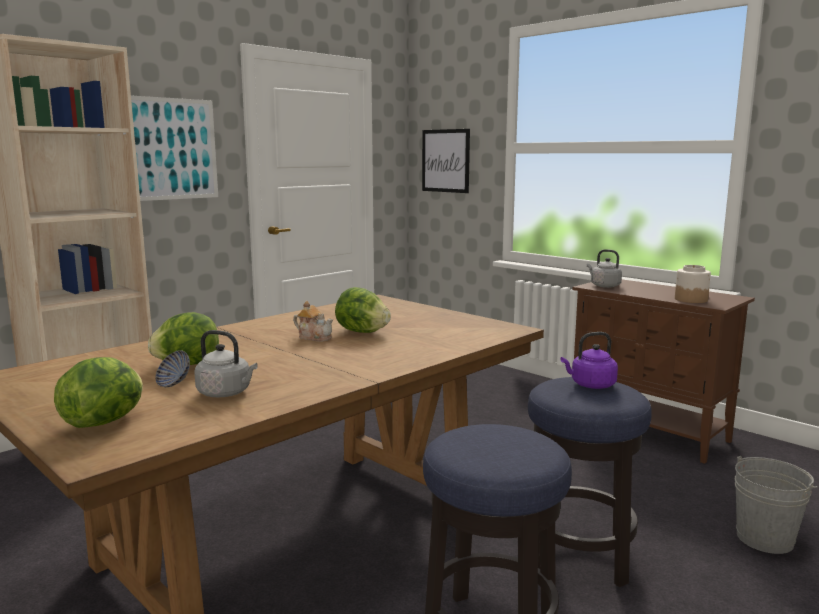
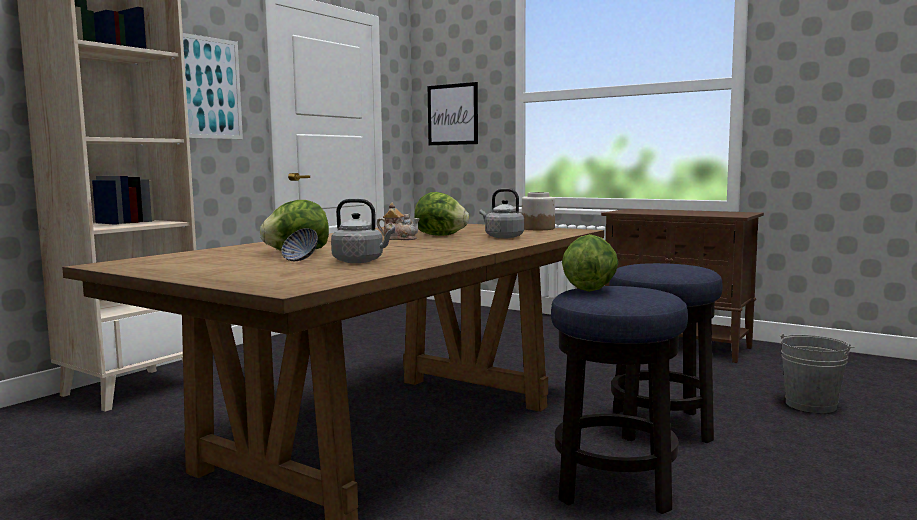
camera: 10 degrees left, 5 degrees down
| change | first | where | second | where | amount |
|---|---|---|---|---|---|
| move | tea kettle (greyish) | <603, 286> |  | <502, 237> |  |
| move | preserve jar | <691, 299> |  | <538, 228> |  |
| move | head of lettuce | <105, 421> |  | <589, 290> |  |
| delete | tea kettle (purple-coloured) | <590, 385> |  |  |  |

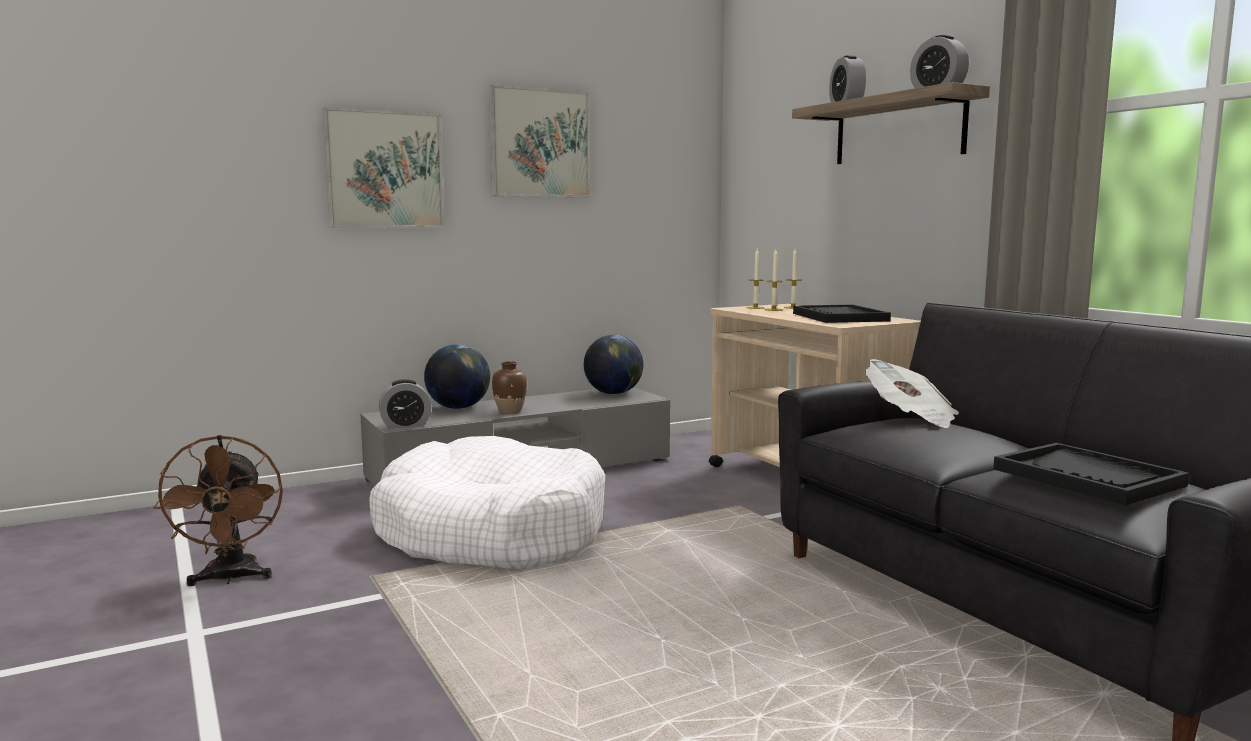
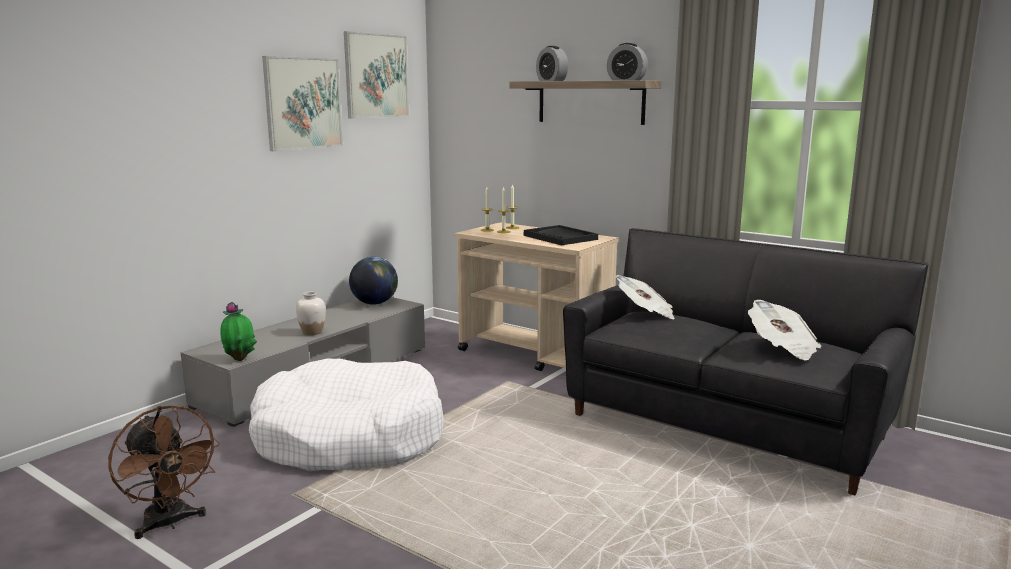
camera: 25 degrees left, 5 degrees up
| change | first | where | second | where | amount |
|---|---|---|---|---|---|
| replace | alarm clock | <405, 425> | plant in a pot | <240, 359> |  |
| recolor | flower vase (brown-coloured) | <510, 411> | flower vase (whitish) | <312, 332> |  |
| move | wall art | <385, 170> |  | <376, 76> |  |
| replace | tray (blackish) | <1087, 477> | printed paper | <782, 348> |  |
| delete | world globe | <458, 408> |  |  |  |

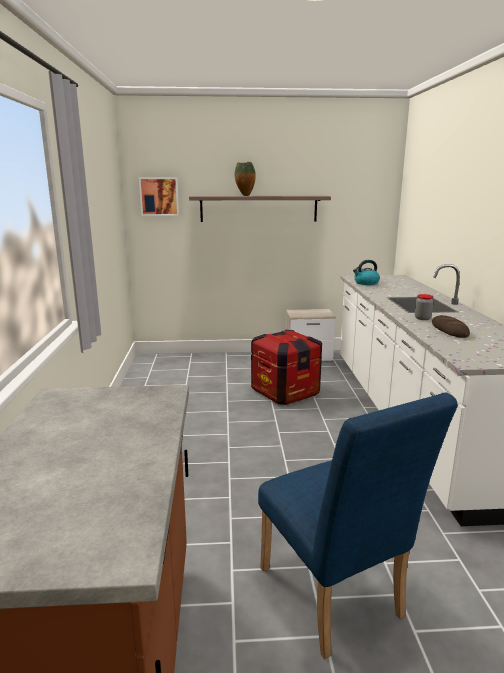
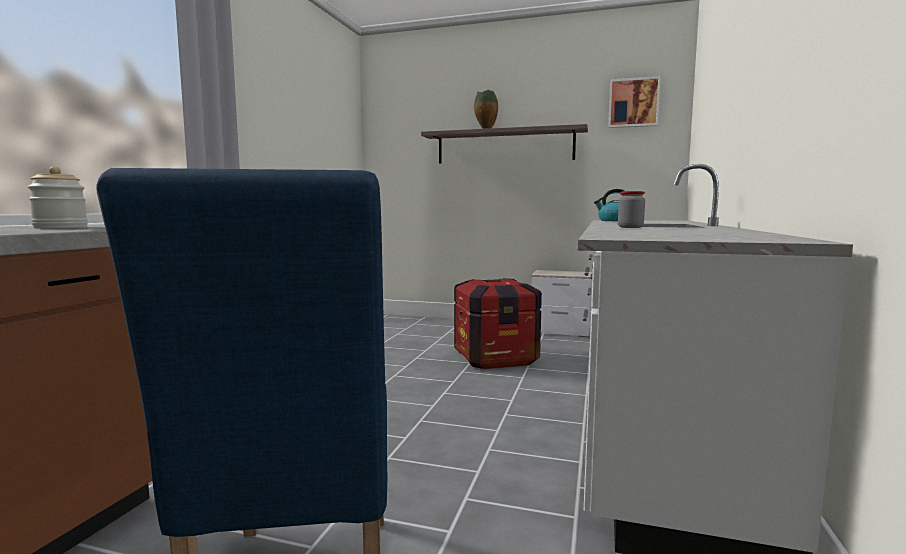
camera: 20 degrees right, 10 degrees down
| change | first | where | second | where | amount |
|---|---|---|---|---|---|
| insert |  |  | preserve jar | <61, 228> |  |
| move | wall art | <159, 196> |  | <633, 103> |  |
| delete | bread | <449, 330> |  |  |  |

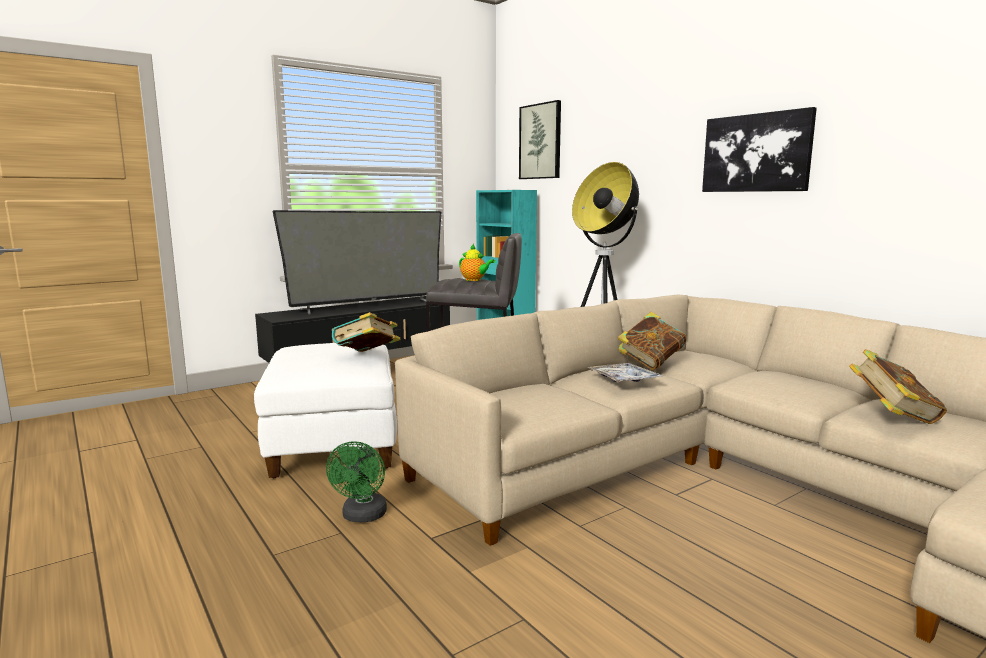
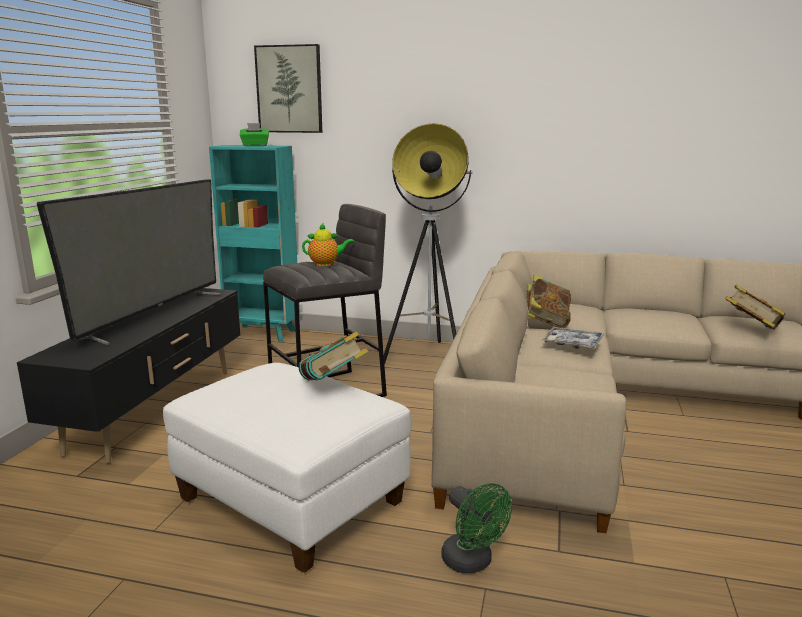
camera: 40 degrees left, 5 degrees up
| change | first | where | second | where | amount |
|---|---|---|---|---|---|
| insert |  |  | box of tissues (greenish) | <255, 146> |  |
| delete | wall art | <756, 153> |  |  |  |

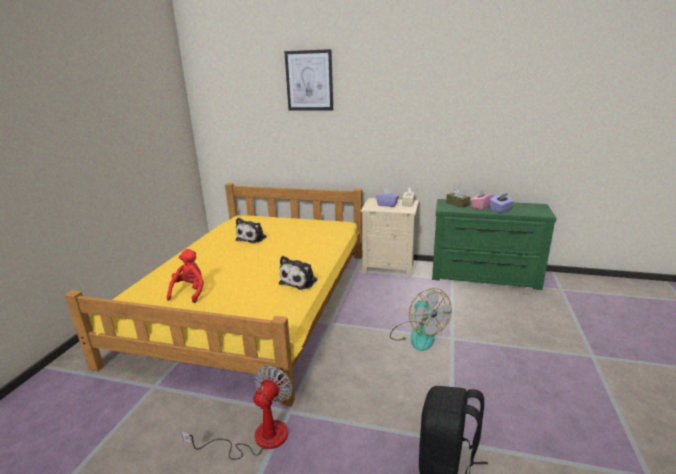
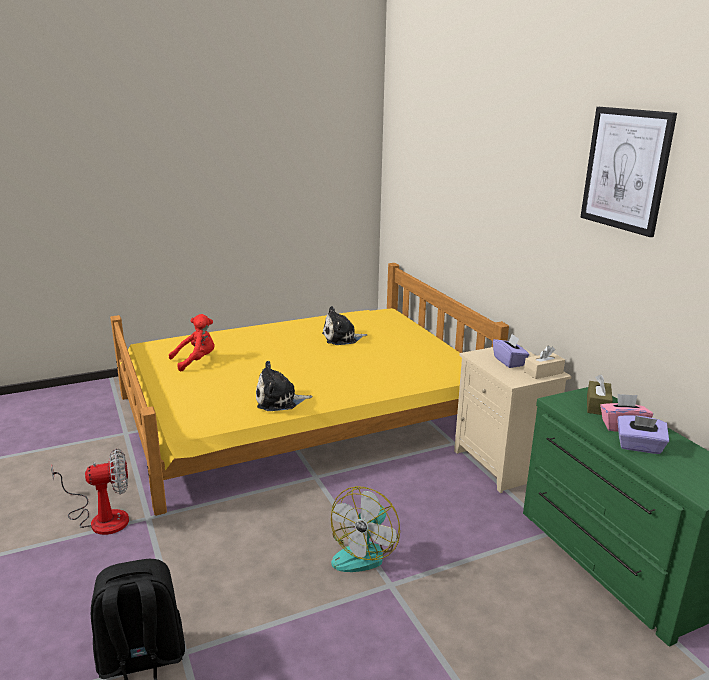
camera: 50 degrees right, 0 degrees up
| change | first | where | second | where | amount |
|---|---|---|---|---|---|
| move | wall art | <309, 81> |  | <626, 169> |  |

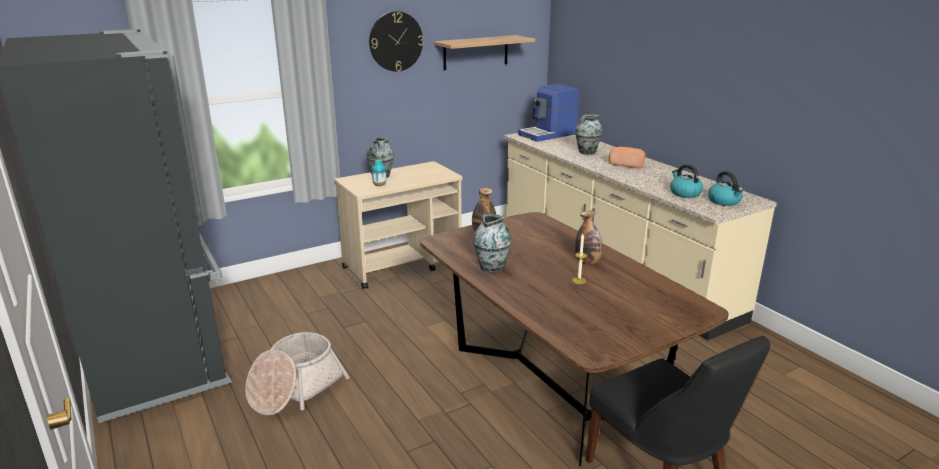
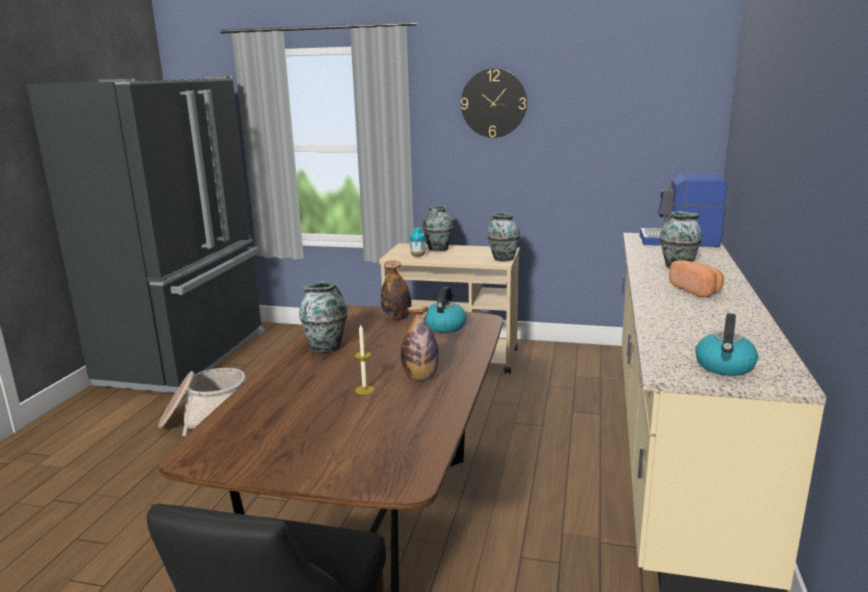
camera: 45 degrees right, 5 degrees down
| change | first | where | second | where | amount |
|---|---|---|---|---|---|
| move | tea kettle | <684, 193> |  | <445, 326> |  |
| insert |  |  | flower vase | <503, 258> |  |
| delete | shelf | <476, 52> |  |  |  |

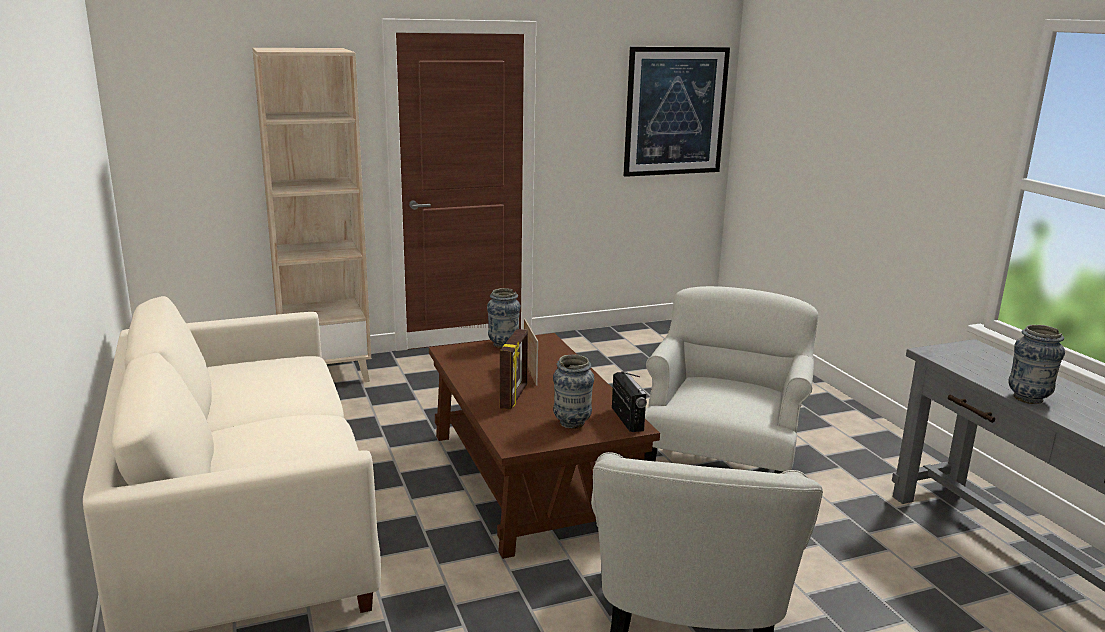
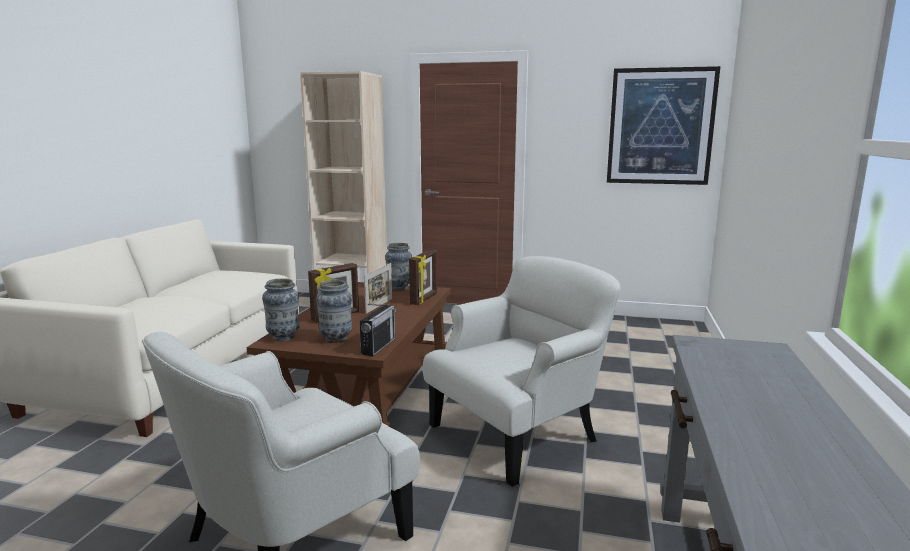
camera: 35 degrees right, 5 degrees down
| change | first | where | second | where | amount |
|---|---|---|---|---|---|
| move | flower vase | <1028, 398> |  | <283, 337> |  |
| insert |  |  | photo frame | <424, 299> |  |

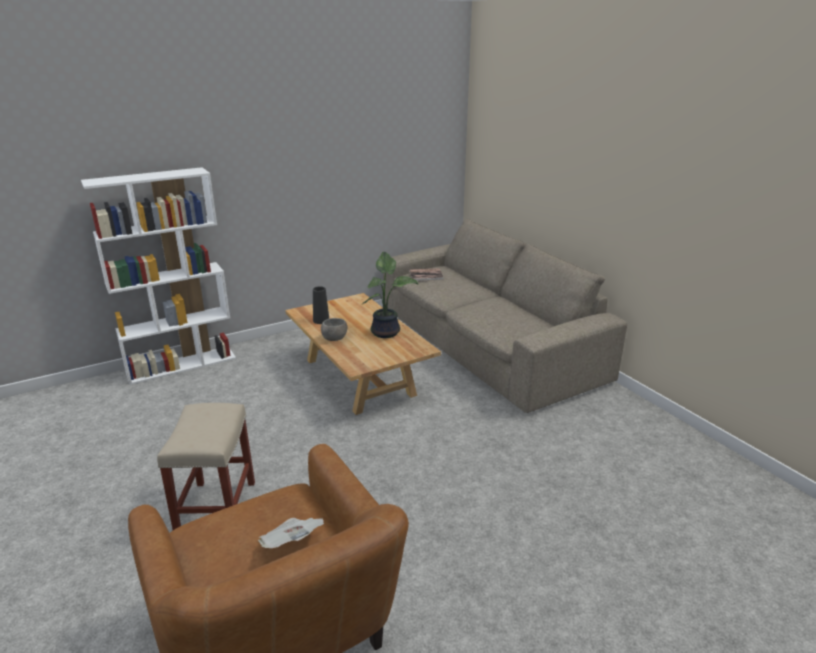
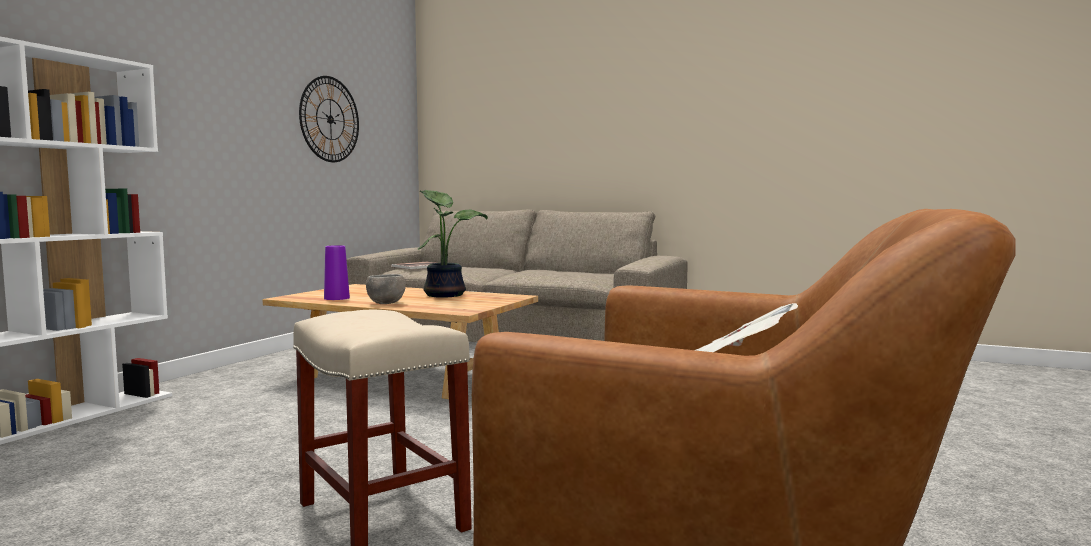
camera: 35 degrees left, 20 degrees down
| change | first | where | second | where | amount |
|---|---|---|---|---|---|
| insert |  |  | clock on the wall | <330, 119> |  |
| recolor | flower vase (blackish) | <321, 320> | flower vase (purple-coloured) | <336, 298> |  |

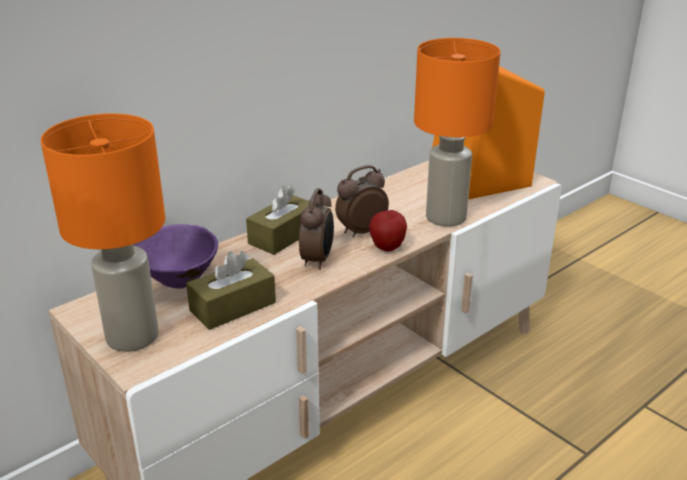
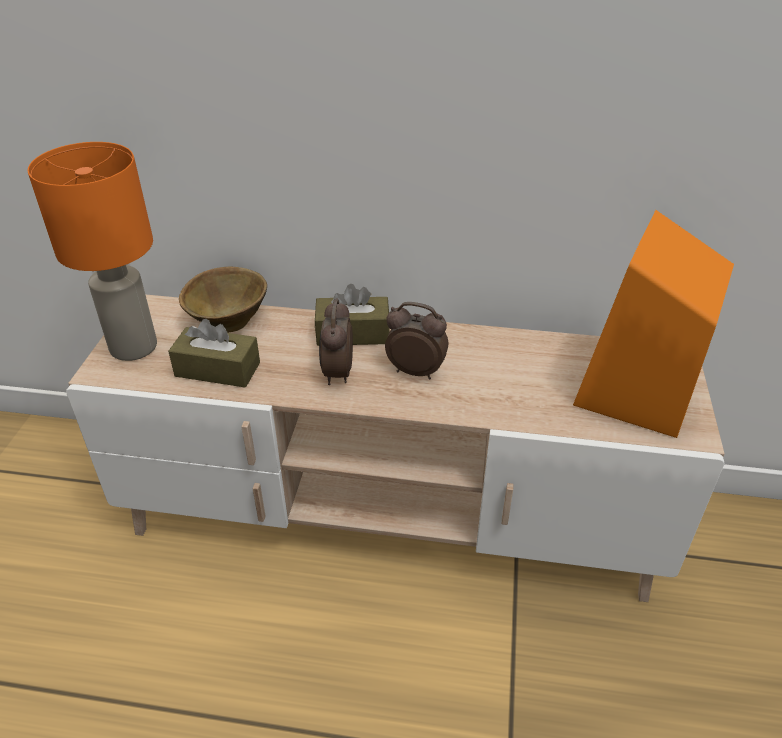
camera: 50 degrees right, 10 degrees up
| change | first | where | second | where | amount |
|---|---|---|---|---|---|
| recolor | deep dish (purple-coloured) | <177, 278> | deep dish (brown-coloured) | <229, 320> |  |
| rotate | alarm clock | <318, 260> |  | <337, 373> | 120 degrees clockwise |
| delete | whole apple | <387, 248> |  |  |  |
| delete | lamp for a table (orange) | <446, 218> |  |  |  |

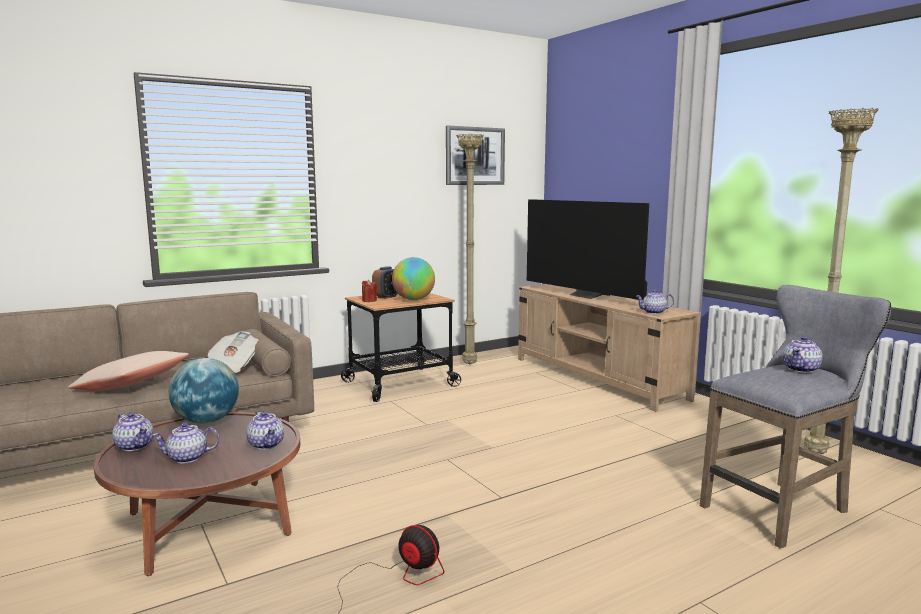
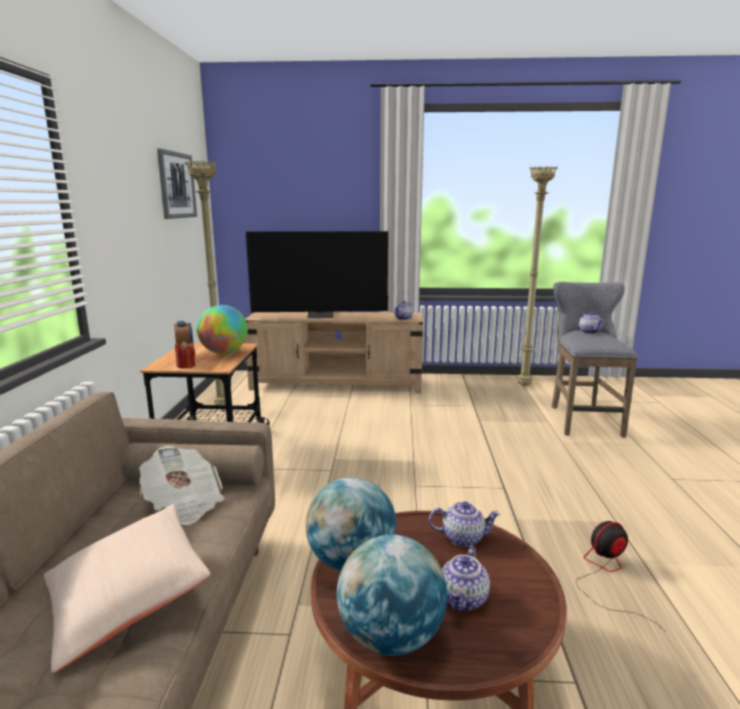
camera: 55 degrees left, 5 degrees up
| change | first | where | second | where | amount |
|---|---|---|---|---|---|
| replace | teapot | <135, 446> | world globe | <391, 636> |  |

